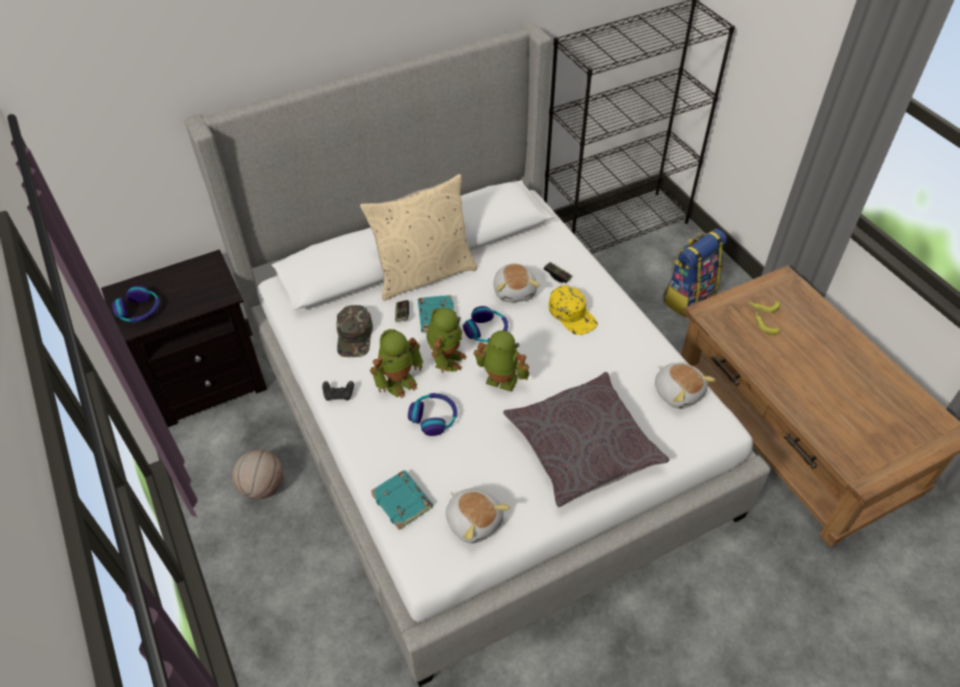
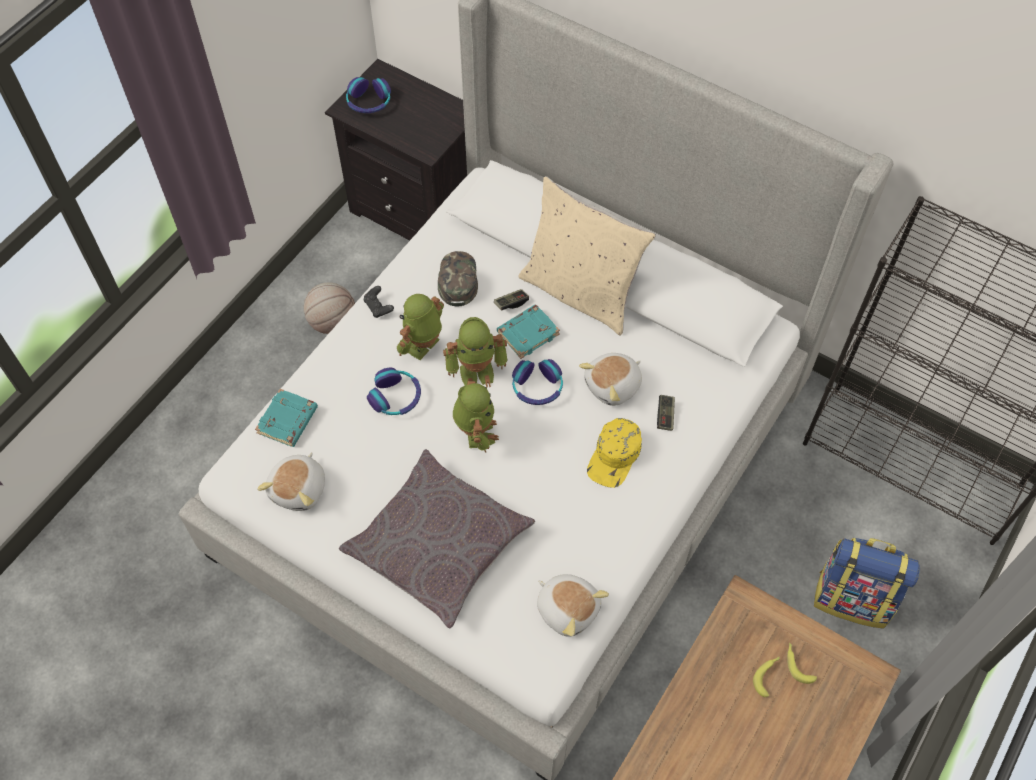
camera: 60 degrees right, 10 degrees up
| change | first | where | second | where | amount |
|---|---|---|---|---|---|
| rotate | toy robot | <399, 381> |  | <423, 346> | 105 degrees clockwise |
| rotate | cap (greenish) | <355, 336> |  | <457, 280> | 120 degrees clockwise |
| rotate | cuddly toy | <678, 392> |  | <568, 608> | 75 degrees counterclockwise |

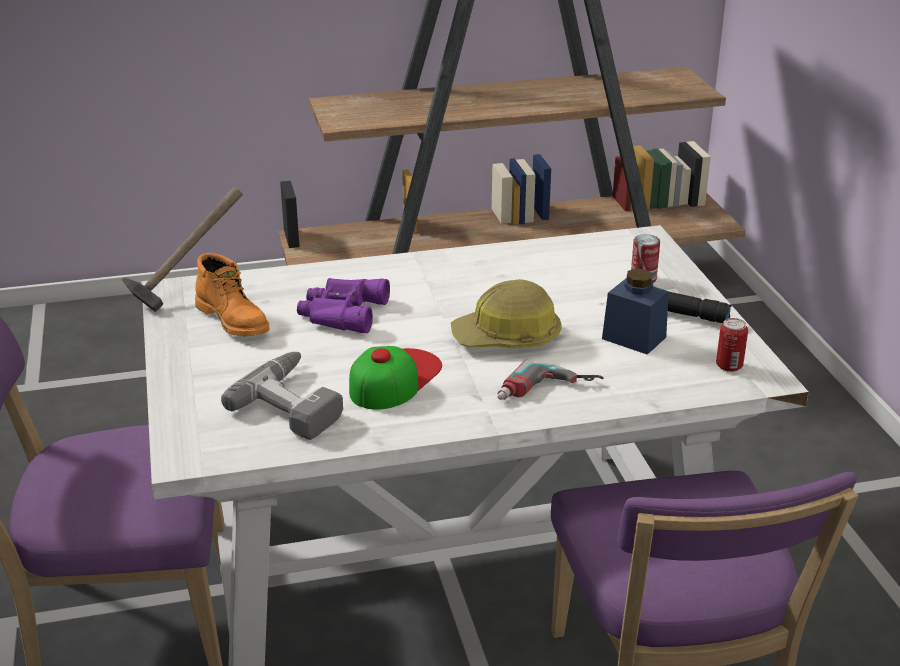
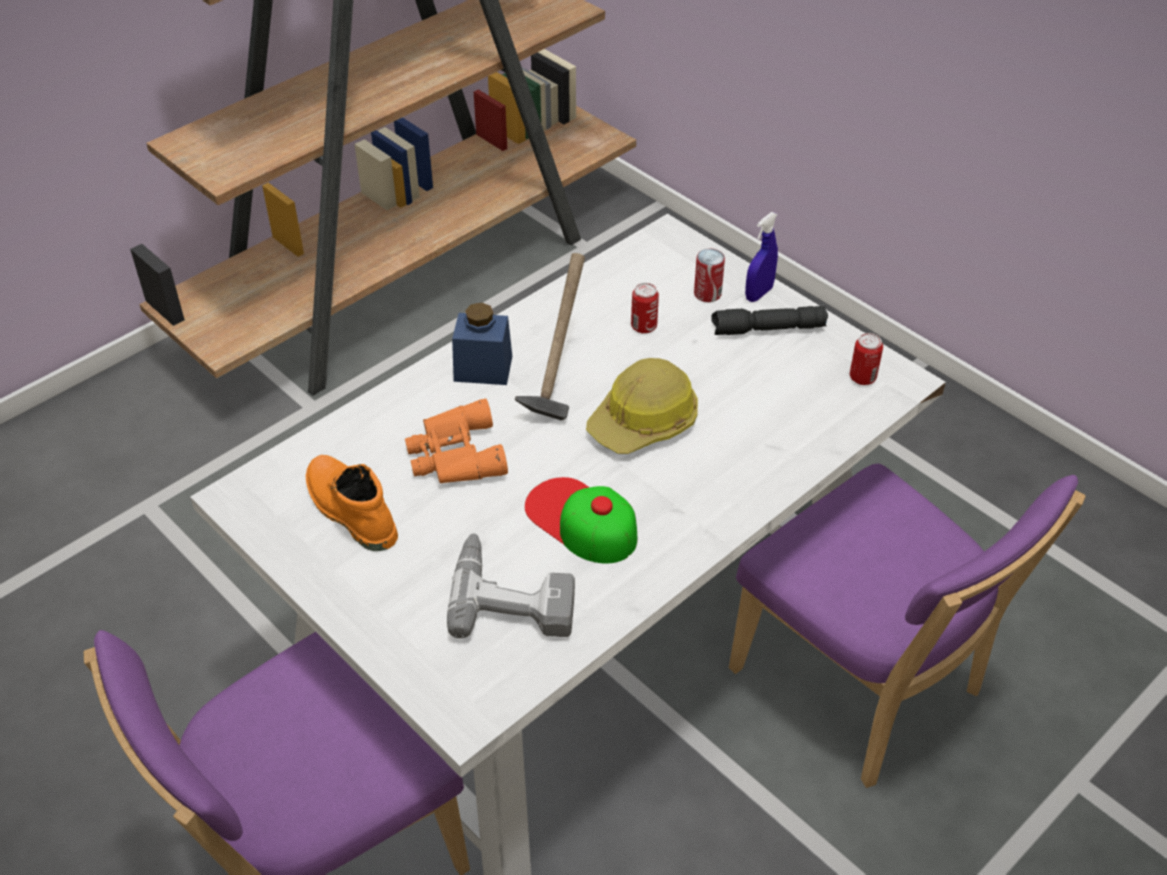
camera: 30 degrees left, 15 degrees up
| change | first | where | second | where | amount |
|---|---|---|---|---|---|
| rotate | boot (orange) | <234, 320> |  | <349, 511> | 150 degrees counterclockwise |
| recolor | binoculars (purple-coloured) | <340, 313> | binoculars (orange) | <454, 455> |  |
| move | preserve jar (bluish) | <634, 338> |  | <483, 368> |  |
| move | tool hammer | <187, 288> |  | <557, 378> |  |
| rotate | cap | <394, 378> |  | <581, 520> | 45 degrees counterclockwise |
| insert |  |  | sealed can | <644, 326> |  |
| insert |  |  | spray bottle (bluish) | <759, 294> |  |
| delete | power drill | <548, 393> |  |  |  |

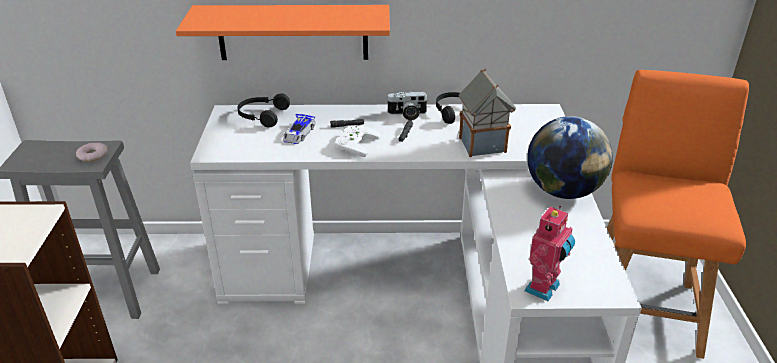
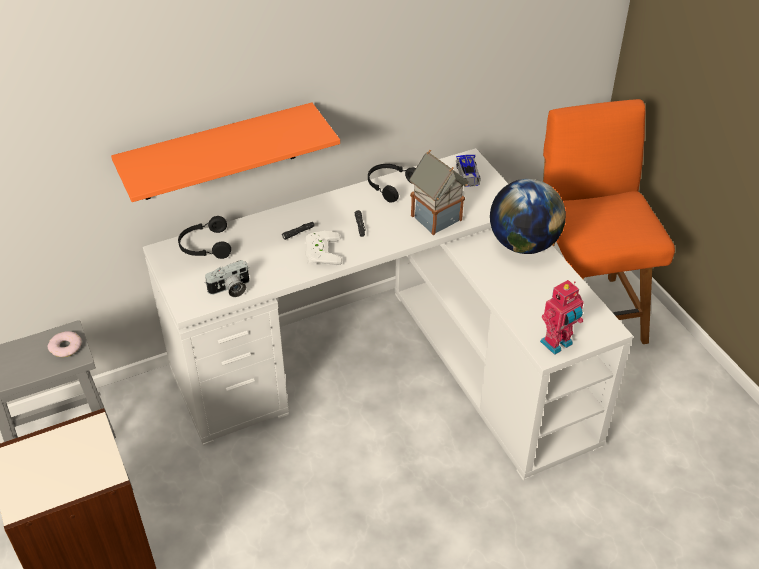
camera: 25 degrees left, 10 degrees up
| change | first | where | second | where | amount |
|---|---|---|---|---|---|
| move | photo camera | <407, 115> |  | <230, 289> |  |
| move | model car | <298, 134> |  | <468, 174> |  |
| rotate | toy robot | <544, 289> |  | <557, 344> | 45 degrees clockwise |

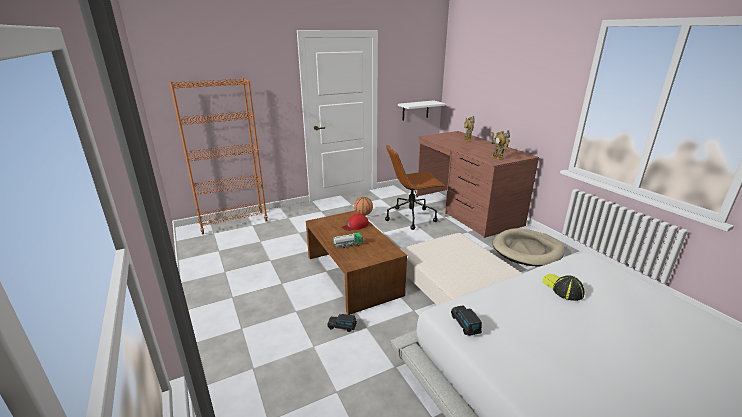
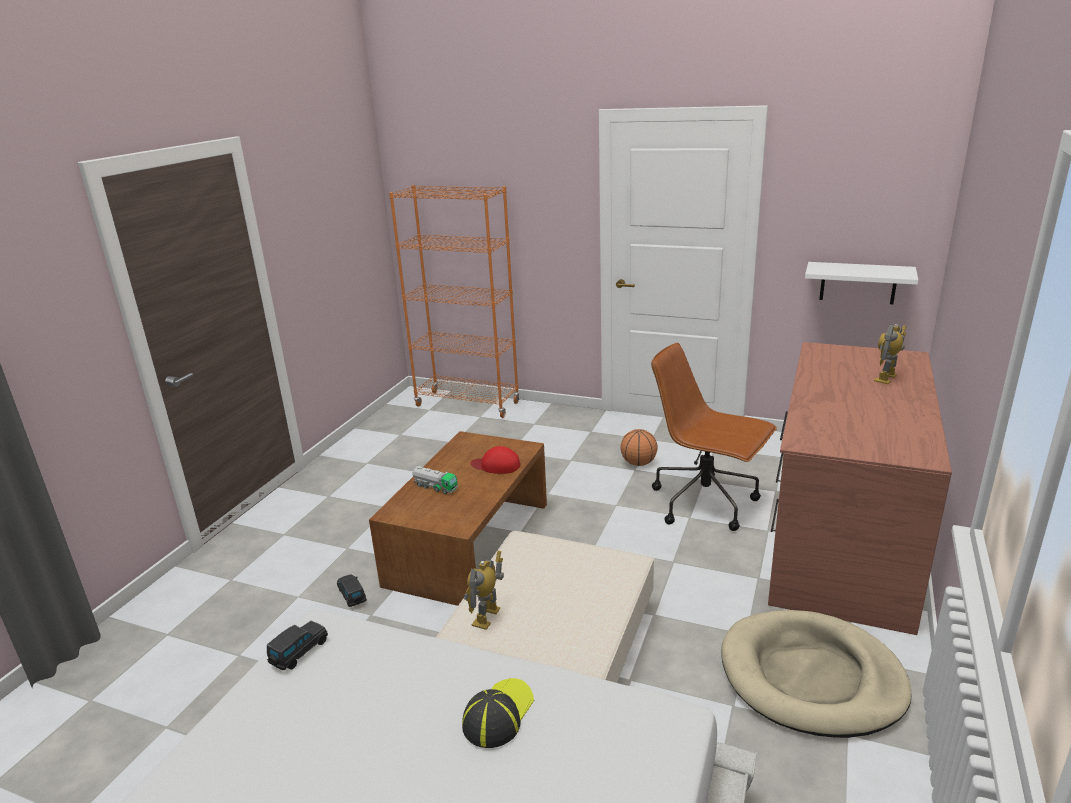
camera: 50 degrees right, 0 degrees up
| change | first | where | second | where | amount |
|---|---|---|---|---|---|
| move | toy robot | <497, 157> |  | <487, 617> |  |

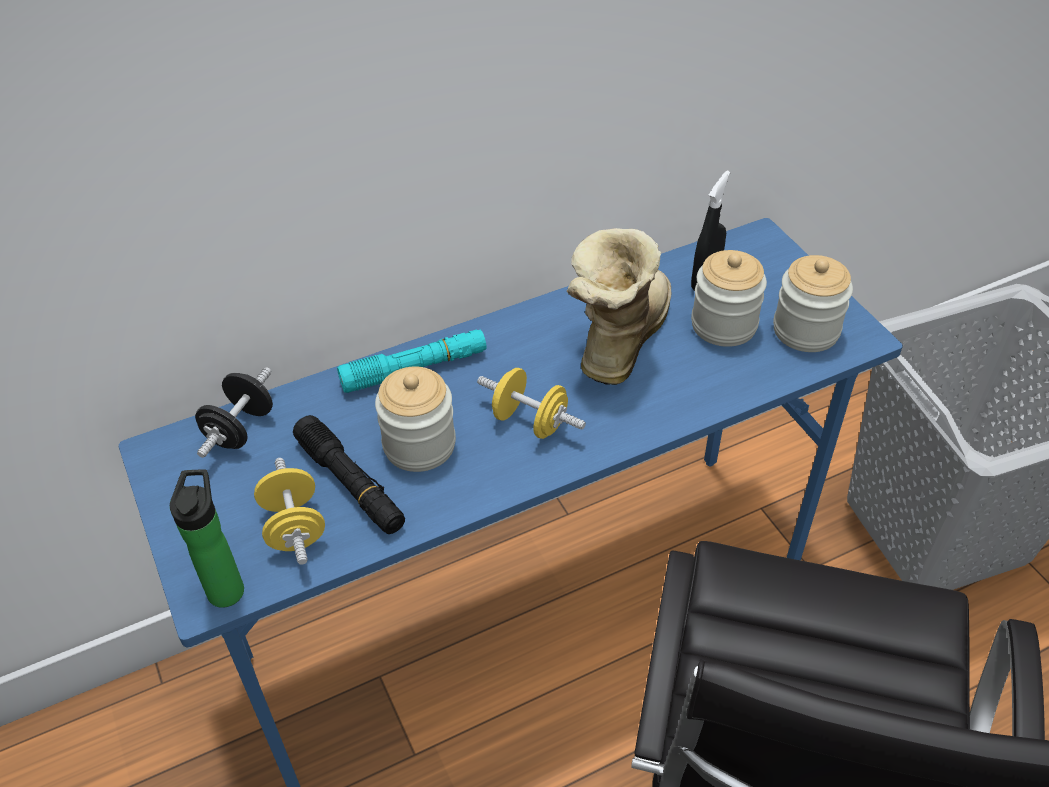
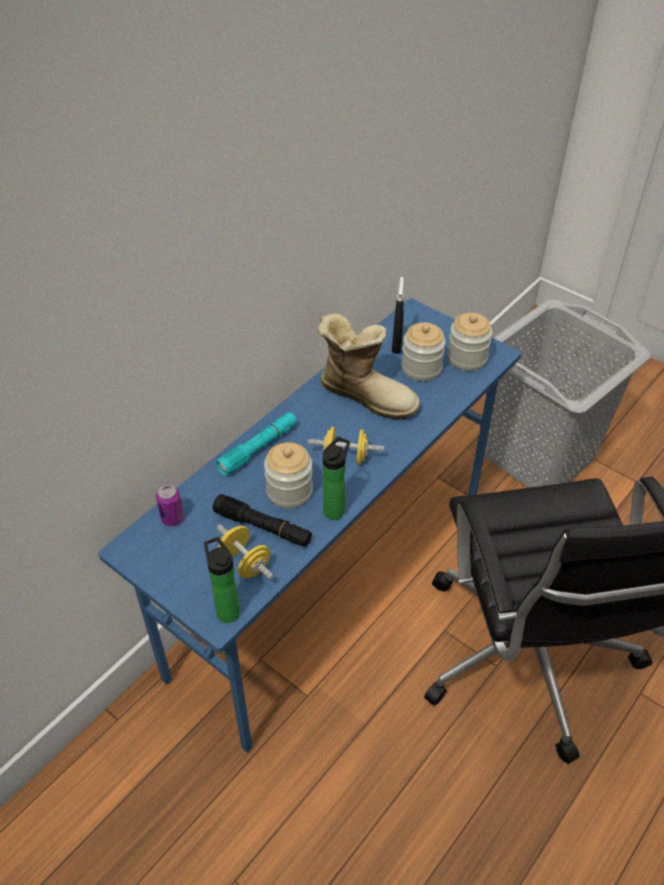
camera: 25 degrees left, 0 degrees up
| change | first | where | second | where | amount |
|---|---|---|---|---|---|
| replace | free weight (blackish) | <240, 429> | sealed can | <172, 518> |  |
| rotate | boot | <617, 339> |  | <367, 394> | 120 degrees clockwise |
| insert |  |  | bottle | <335, 509> |  |

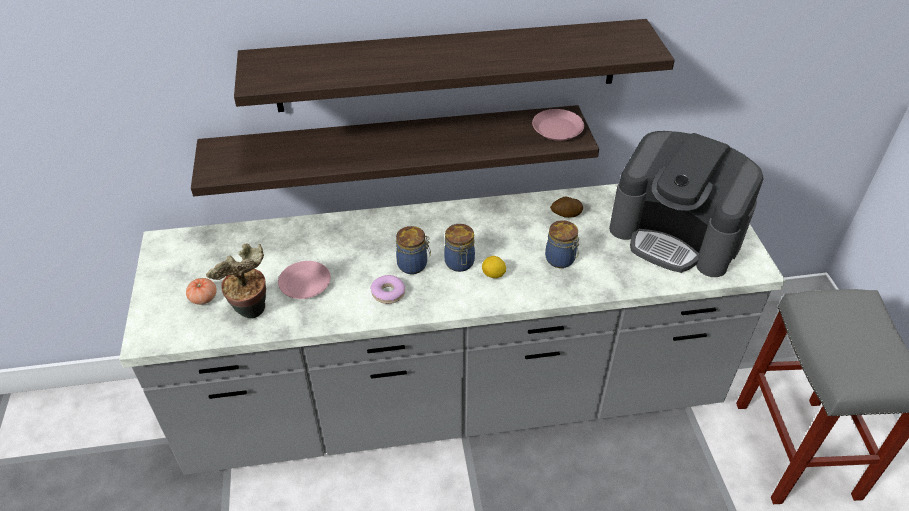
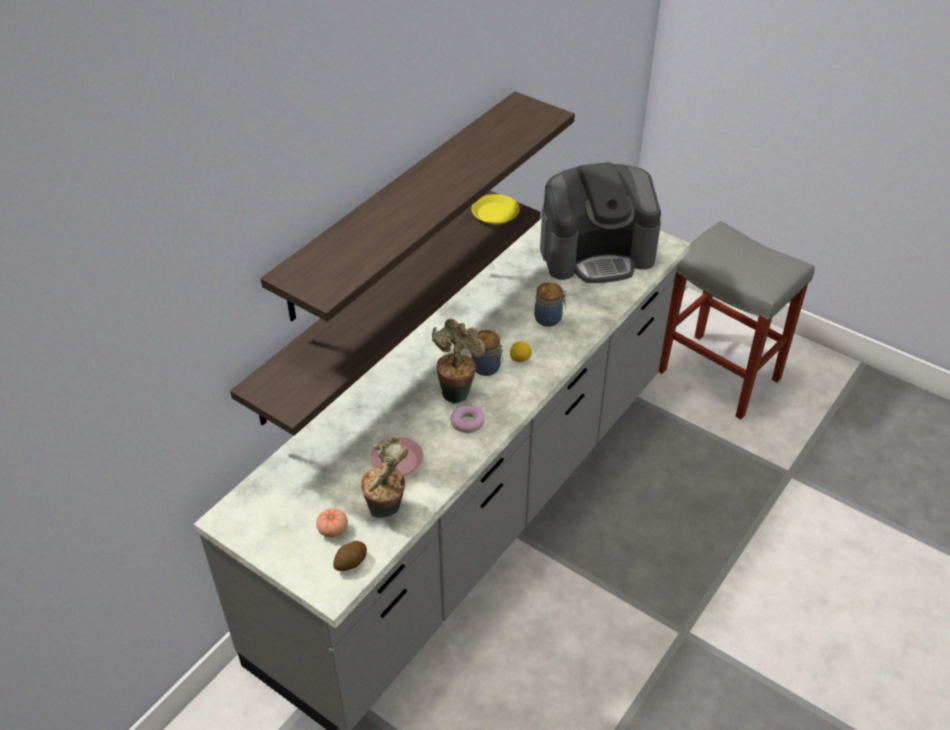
camera: 45 degrees left, 0 degrees up
| change | first | where | second | where | amount |
|---|---|---|---|---|---|
| move | whole potato | <566, 214> |  | <351, 563> |  |
| replace | preserve jar | <413, 265> | plant in a pot | <457, 391> |  |
| recolor | flat dish (pinkish) | <557, 129> | flat dish (yellowish) | <495, 213> |  |

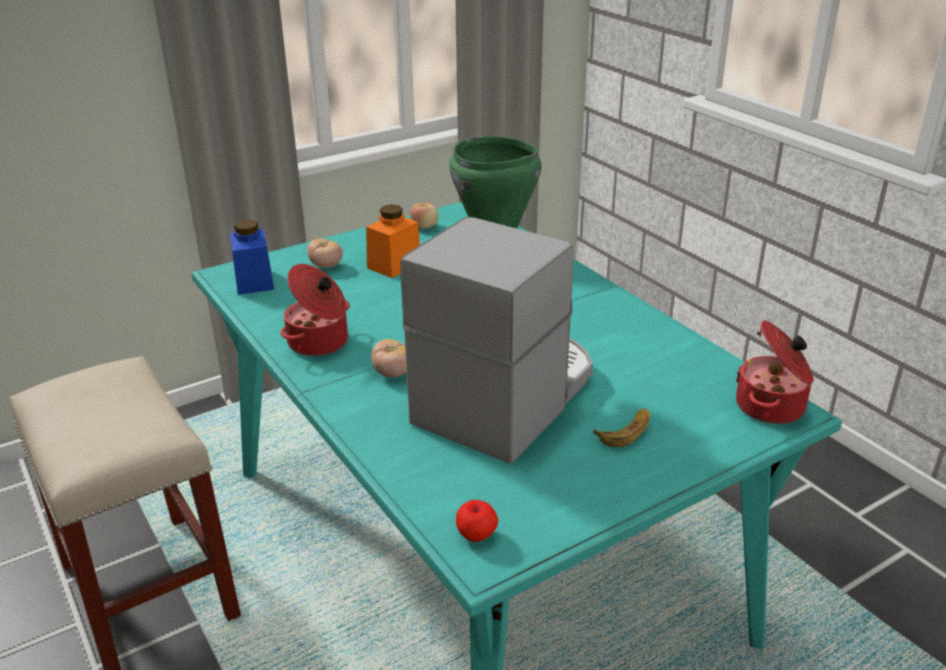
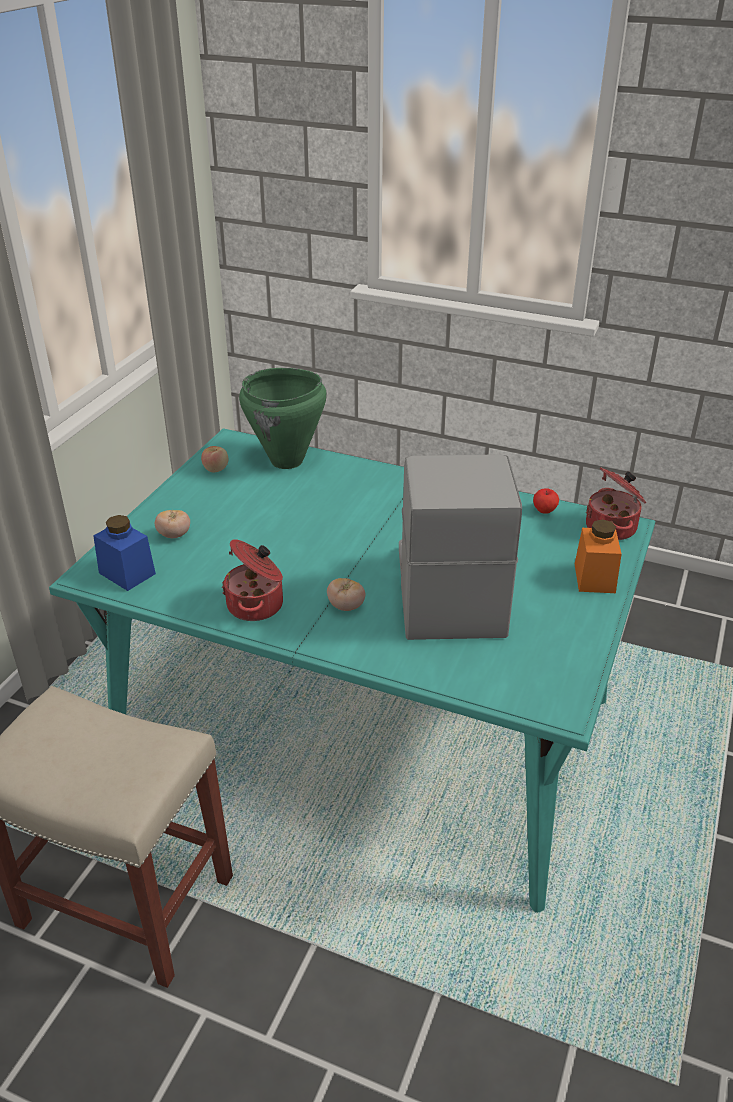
camera: 35 degrees left, 5 degrees up
| change | first | where | second | where | amount |
|---|---|---|---|---|---|
| move | whole apple | <476, 535> |  | <544, 510> |  |
| move | preserve jar (orange) | <394, 265> |  | <594, 578> |  |
| delete | banana | <626, 431> |  |  |  |

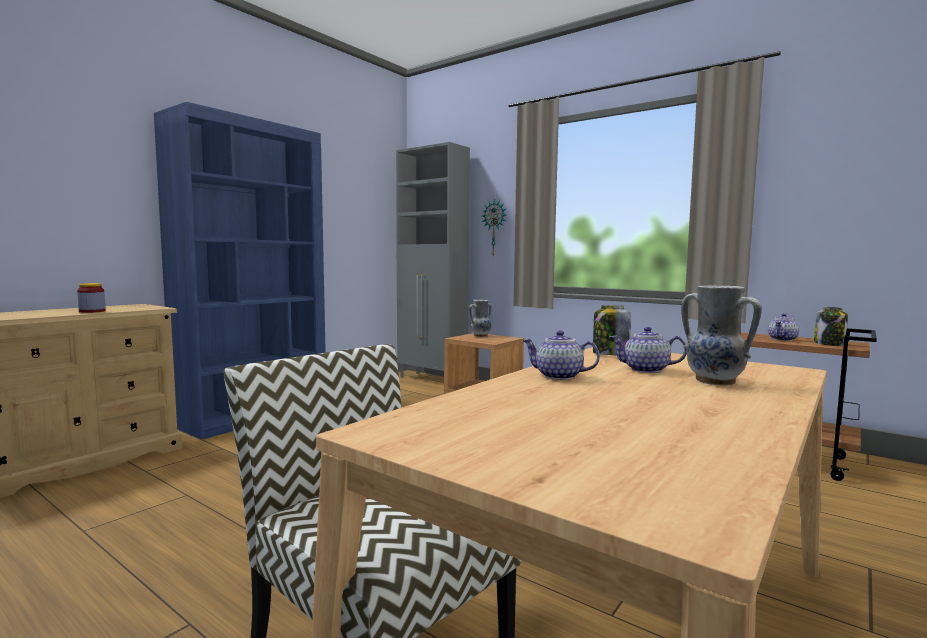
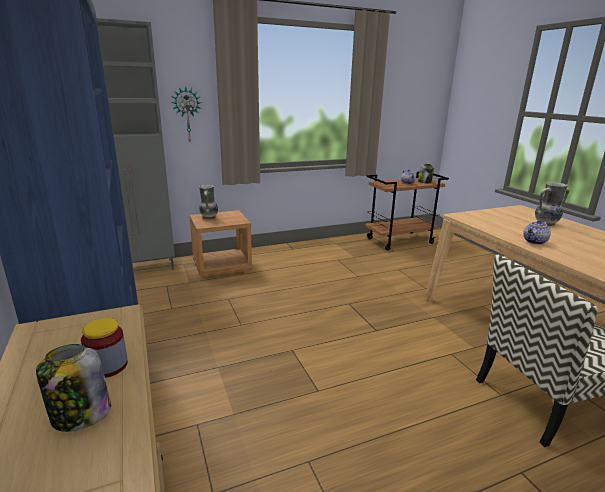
camera: 60 degrees left, 15 degrees up
| change | first | where | second | where | amount |
|---|---|---|---|---|---|
| move | preserve jar | <610, 354> |  | <80, 415> |  |
| delete | teapot | <645, 370> |  |  |  |

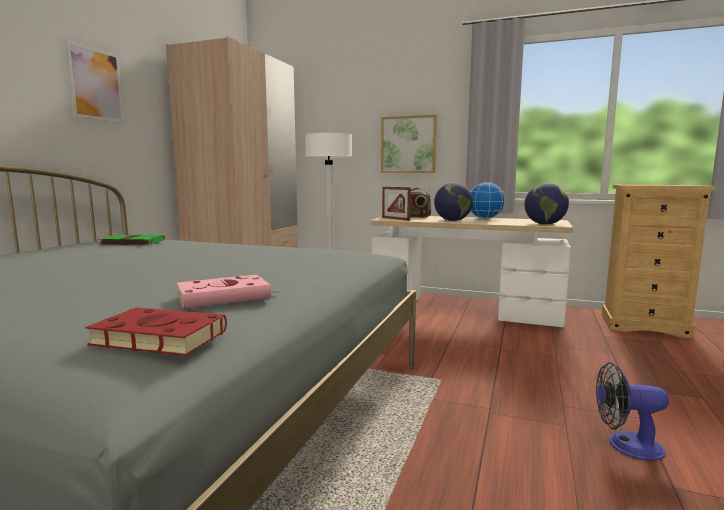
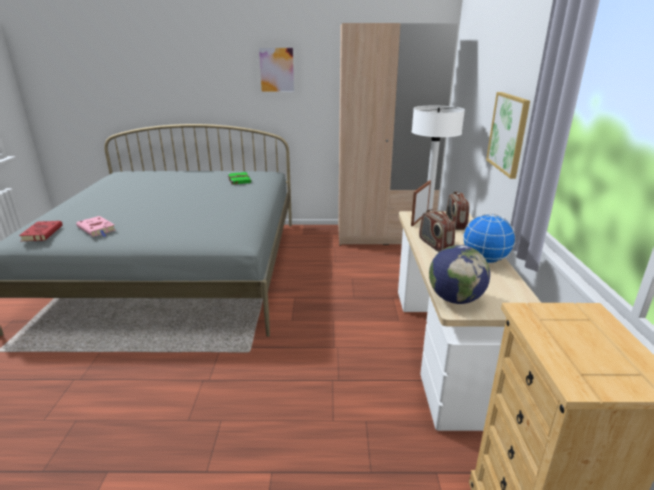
camera: 70 degrees right, 15 degrees up
| change | first | where | second | where | amount |
|---|---|---|---|---|---|
| replace | world globe | <452, 220> | radio | <435, 245> |  |
| delete | fan | <626, 445> |  |  |  |

